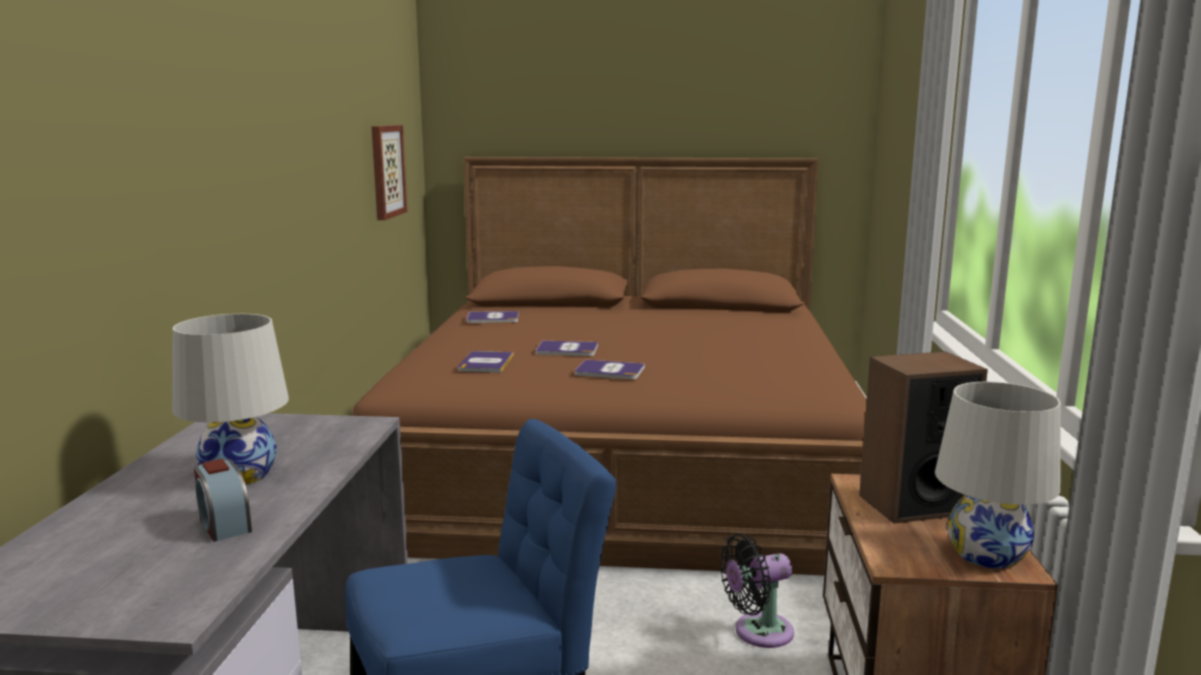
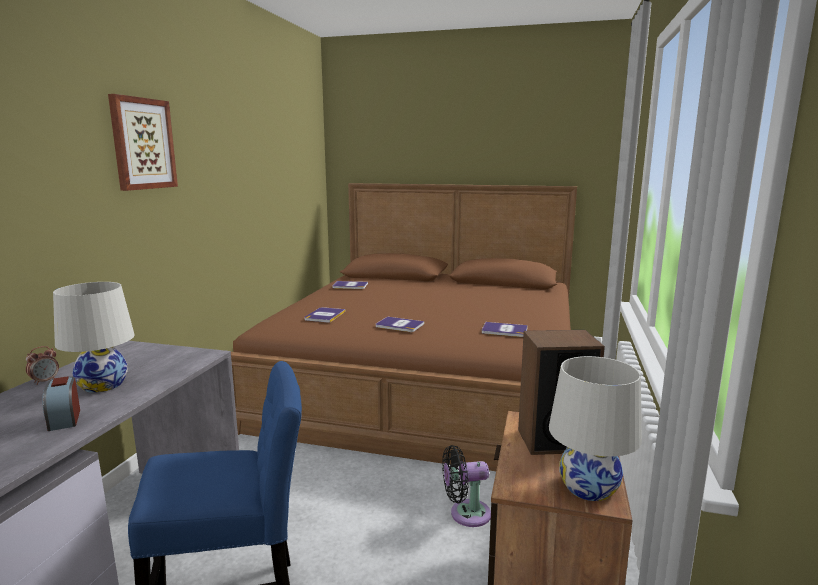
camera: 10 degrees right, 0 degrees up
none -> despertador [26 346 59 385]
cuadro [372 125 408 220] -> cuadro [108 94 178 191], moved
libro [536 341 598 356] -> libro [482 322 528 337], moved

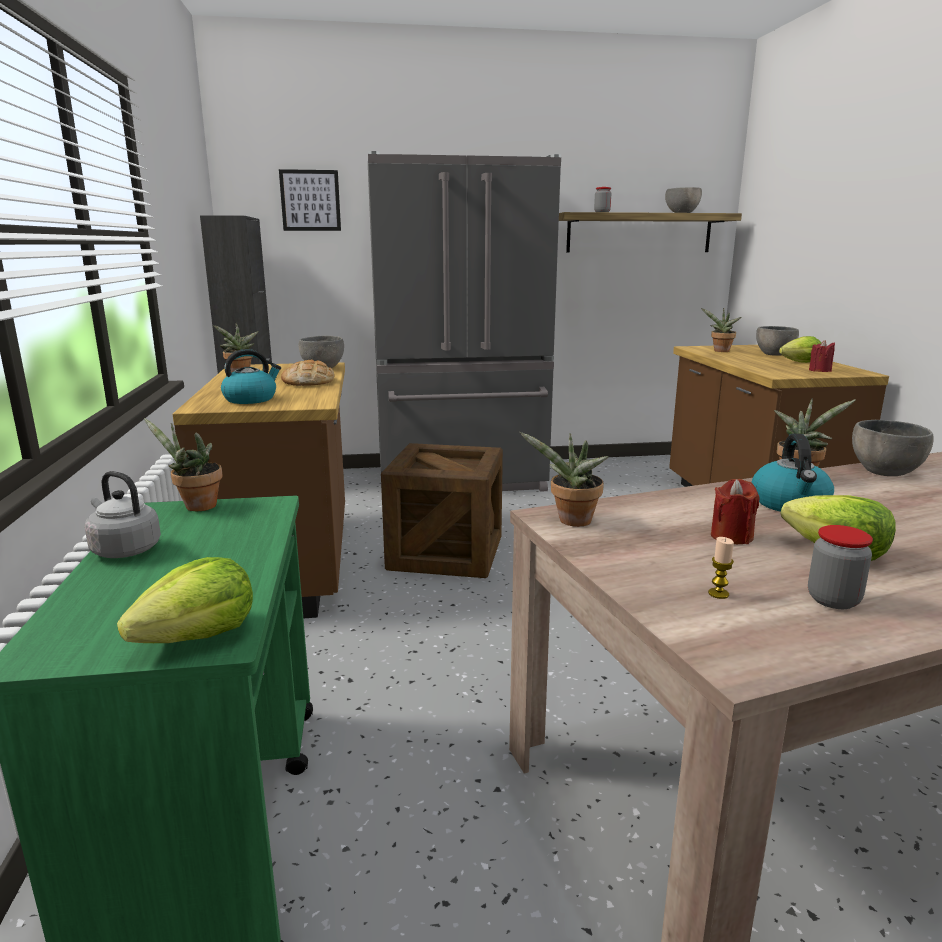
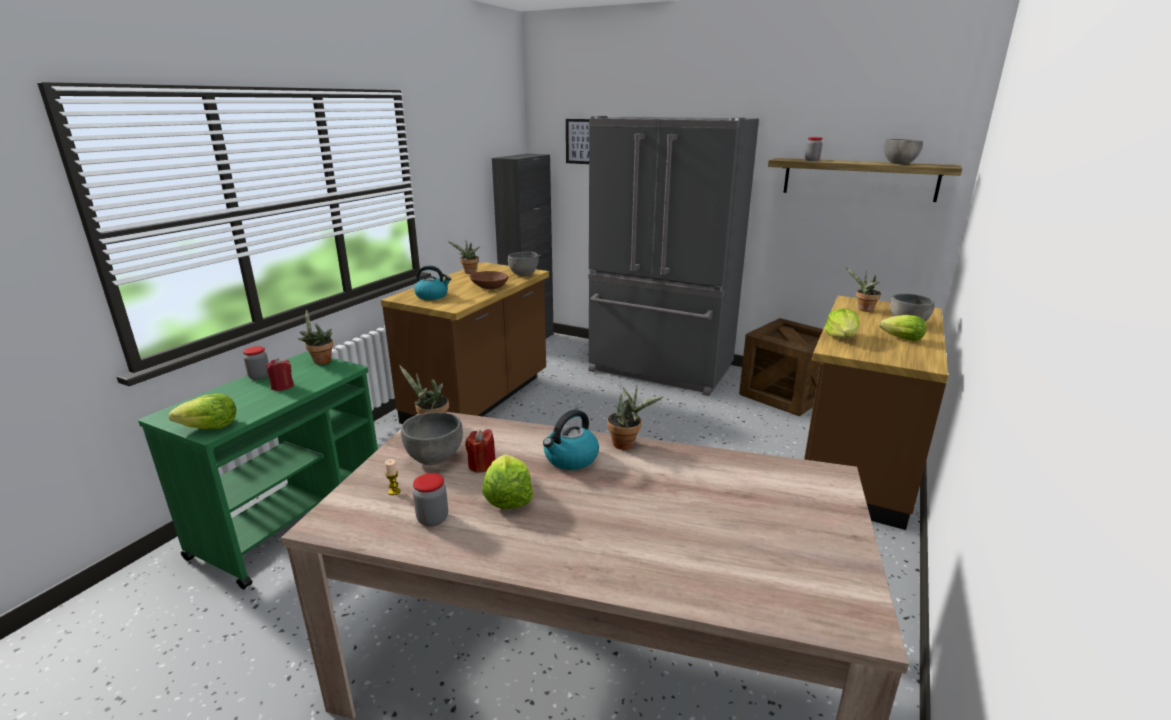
camera: 35 degrees right, 5 degrees up
hervidor/gris [84 471 161 558] -> tarro [243 346 269 380]
vela/rojo [809 340 835 372] -> vela/rojo [266 358 294 391], moved
cuenco/gris [852 420 934 476] -> cuenco/gris [401 412 463 465], moved
pan [281 360 334 386] -> cuenco/marrón [469 271 508 289]
caja de embalaje [381 443 503 578] -> caja de embalaje [739 318 823 416], moved
none -> lechuga [824 308 859 338]

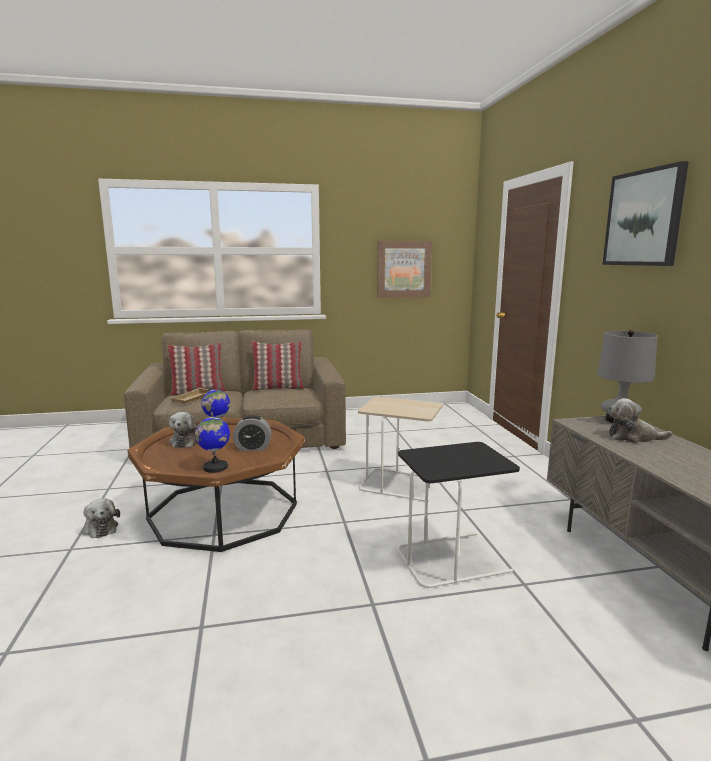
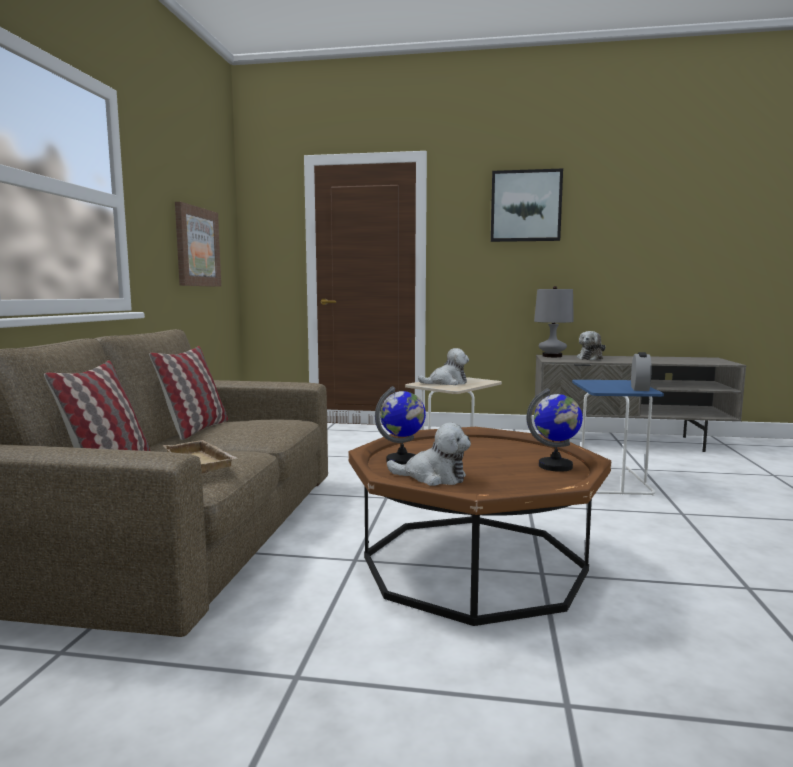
camera: 70 degrees left, 5 degrees down
peluche [82 498 120 538] -> peluche [418 348 469 385], moved
mesa auxiliar/negro [397 442 520 589] -> mesa auxiliar/azul [572 380 664 495]
despertador [233 415 272 451] -> despertador [631 352 652 391], moved

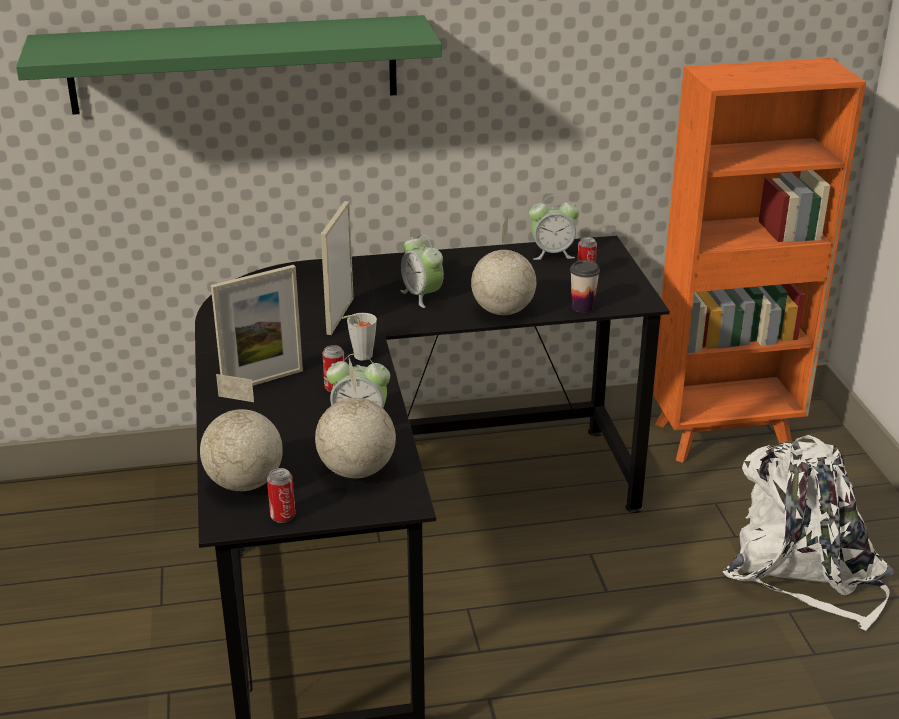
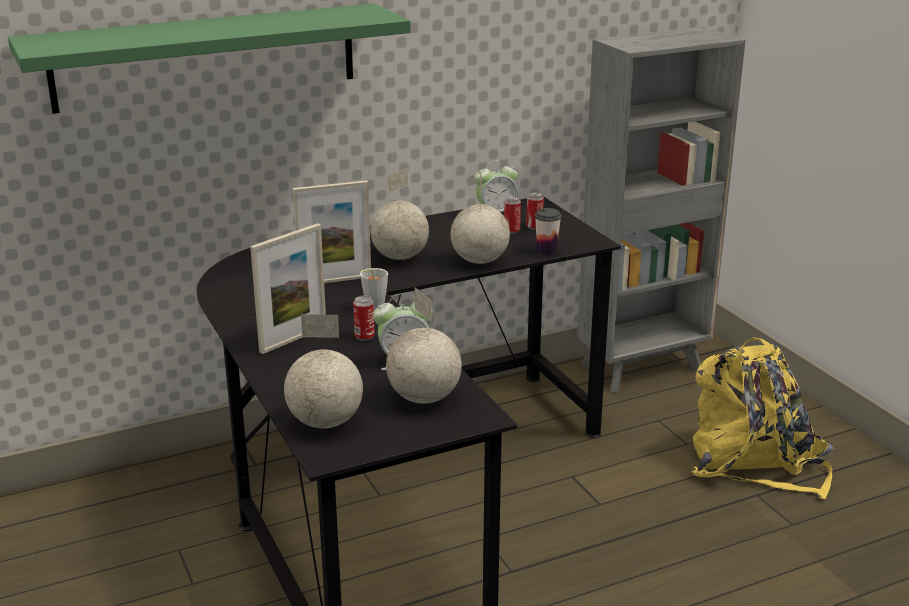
camera: 15 degrees left, 5 degrees down
portarretratos [321 201 354 335] -> portarretratos [293 180 371 283], 105 degrees counterclockwise
despertador [400 234 444 308] -> globo terráqueo [370 168 429 260]
lata [267 468 295 523] -> lata [504 196 521 234], moved
estantería/naranja [653 58 866 463] -> estantería/gris [577 27 746 393]
mochila/blanco [722 435 894 631] -> mochila/amarillo [691 337 833 499]

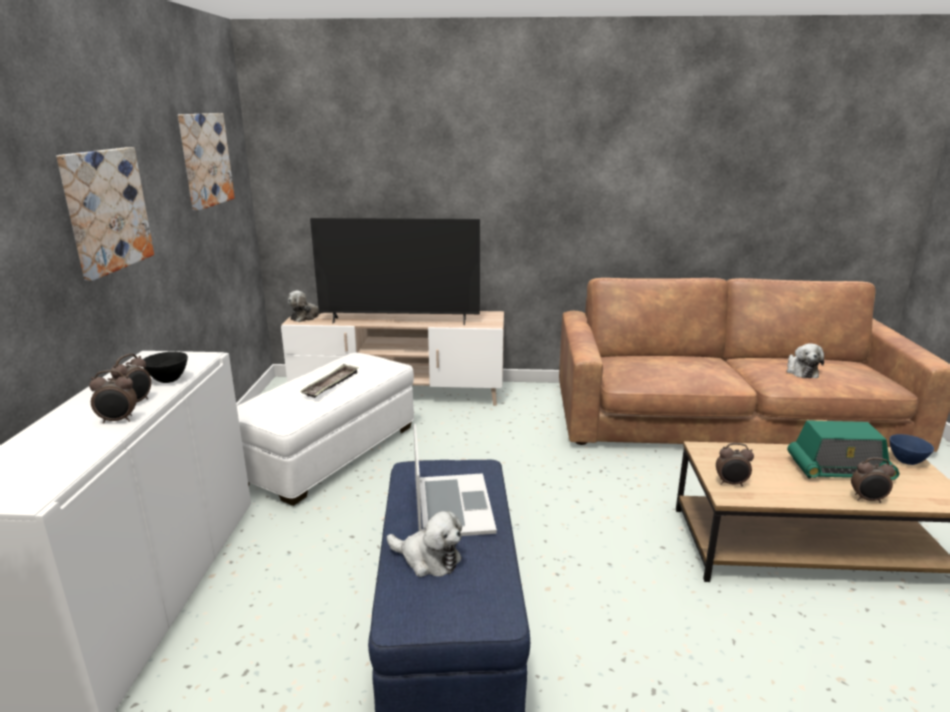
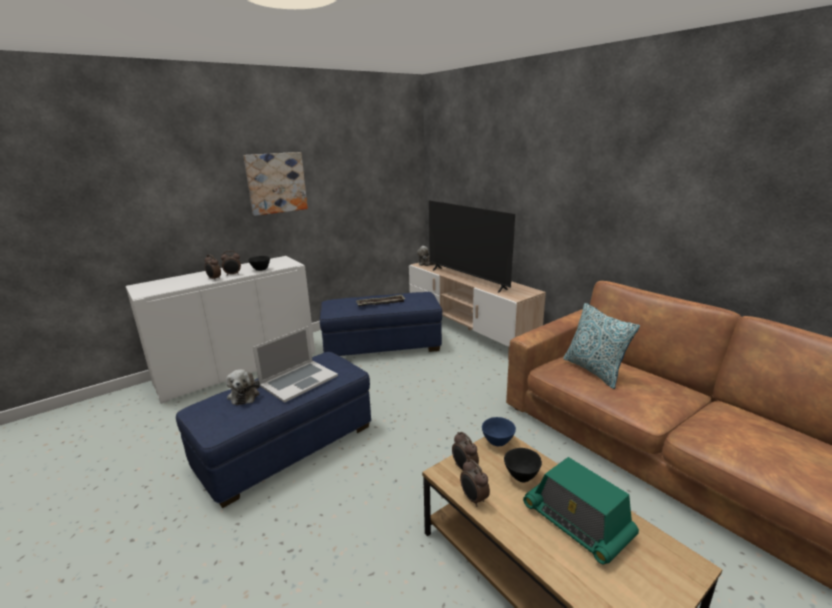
camera: 50 degrees right, 0 degrees up
puf/blanco [237 353 414 506] -> puf/azul [320 292 442 356]
despertador [851 458 895 503] -> despertador [460 459 490 507], moved
cuenco/azul [890 434 934 465] -> cuenco/azul [482 417 516 446], moved
none -> cuenco/negro [504 448 542 483]
none -> cojín [563 303 640 389]
cuadro [178 113 235 211] -> none
peluche [786 343 824 378] -> none

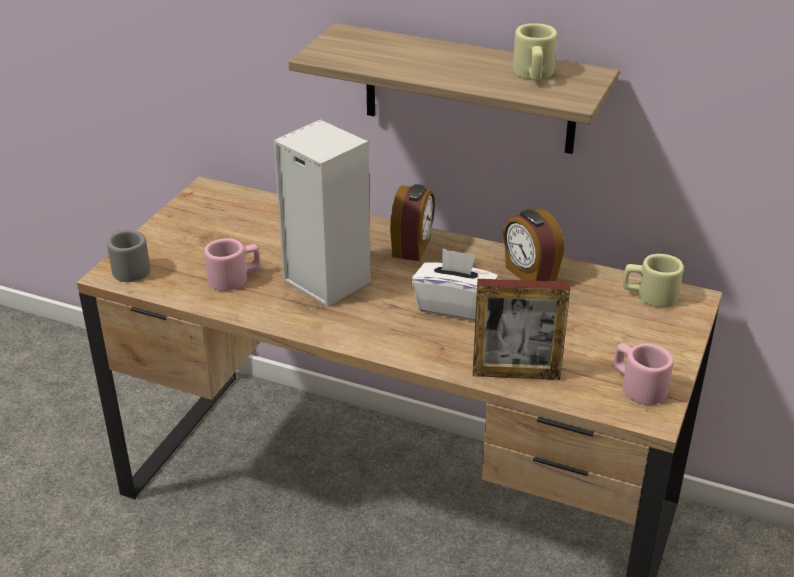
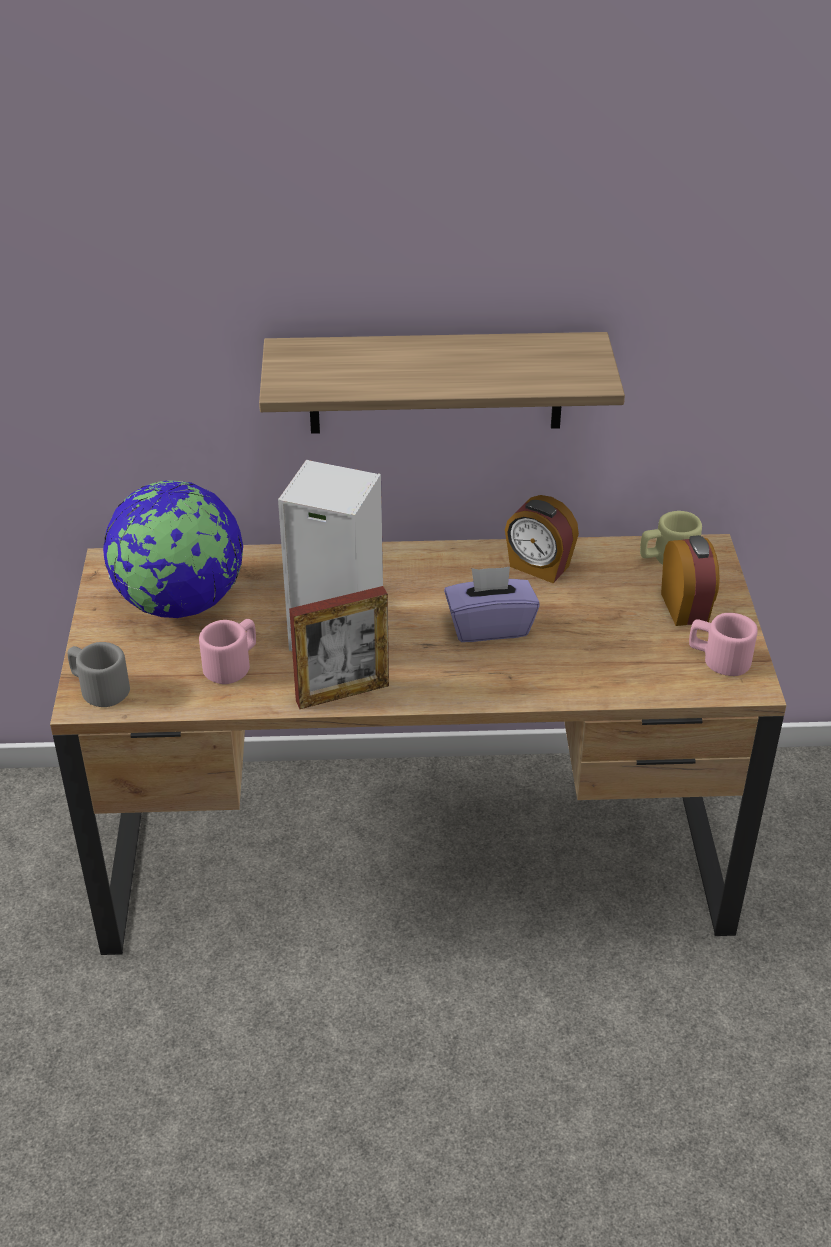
camera: 25 degrees left, 5 degrees up
none -> globo terráqueo [103 480 243 618]
portarretratos [473 279 570 380] -> portarretratos [289 586 389 709], moved
caja de pañuelos/blanco [411 249 498 321] -> caja de pañuelos/morado [444 567 540 642]
despertador [390 184 435 261] -> despertador [661 535 720 626], moved
taza grande/beis [513 23 557 81] -> none

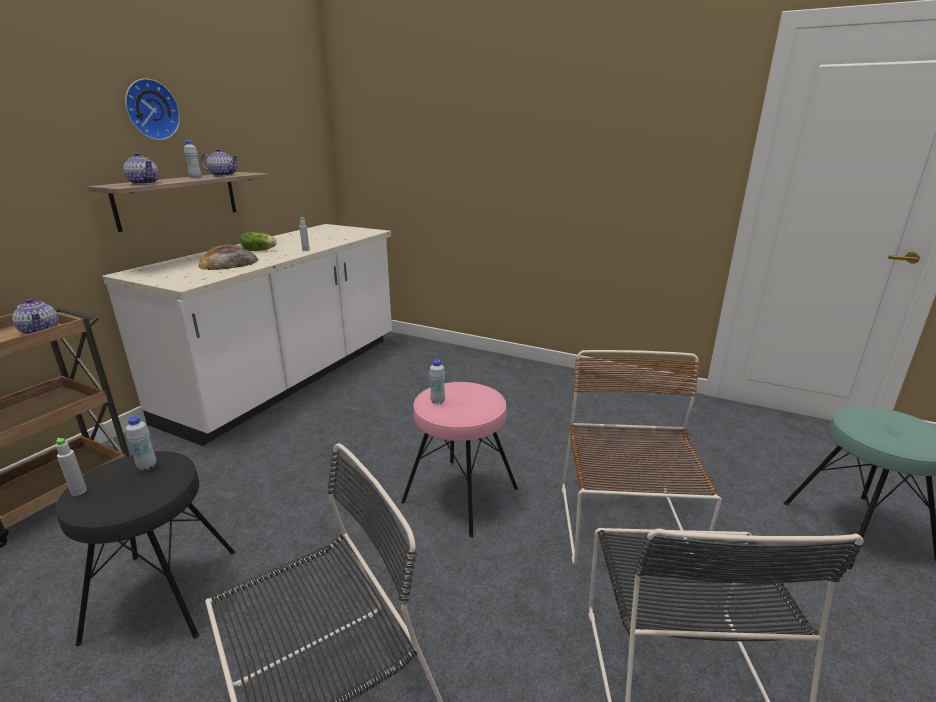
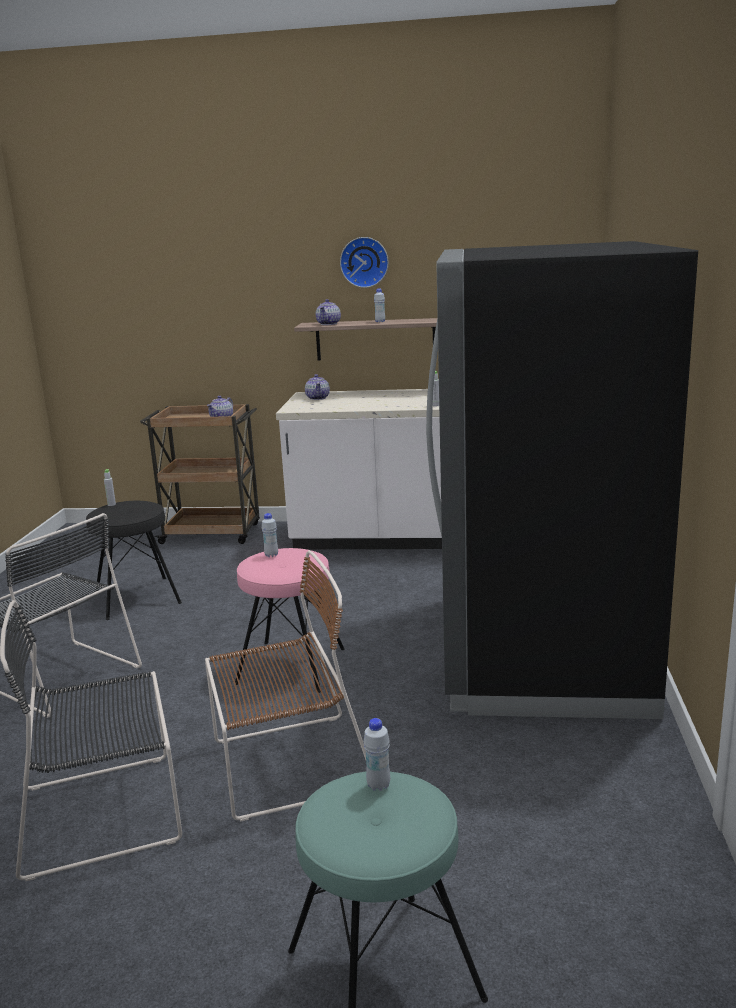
camera: 70 degrees right, 5 degrees down
tetera [201 149 239 176] -> tetera [305 374 330 400], moved
botella/blanco [126 416 157 470] -> botella/blanco [364 718 390 791], moved
none -> nevera/negro [426 241 698 719]
pan [198 245 258 270] -> none
lechuga [241 232 276 251] -> none

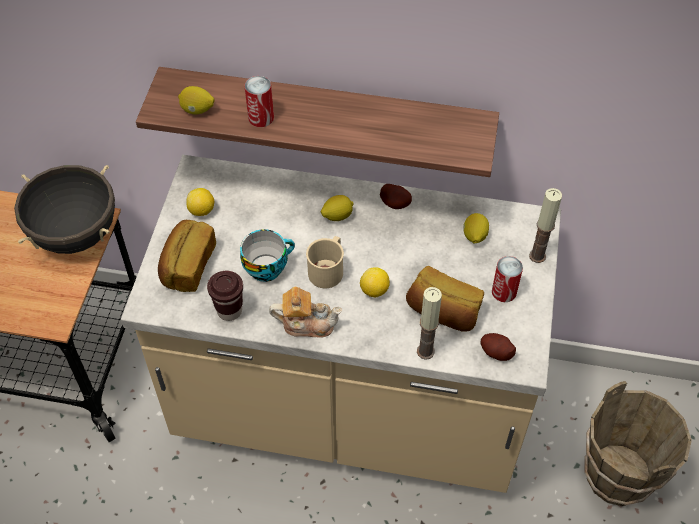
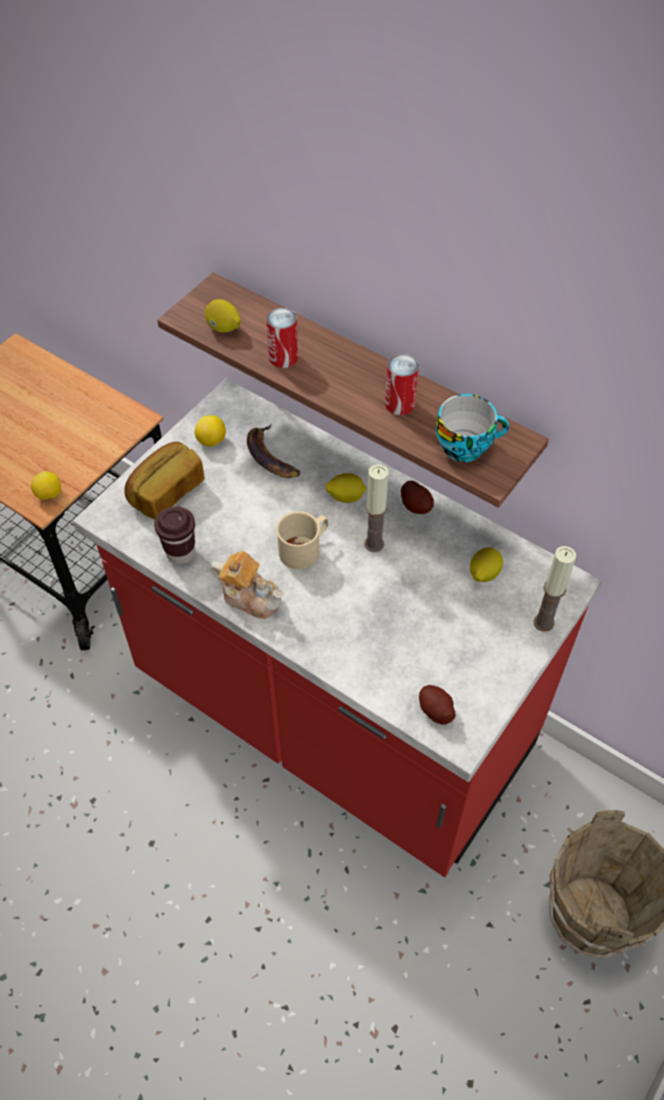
camera: 25 degrees right, 0 degrees up
limón [360 267 390 298] -> limón [31 471 61 500], moved
mueble bajo de cocina/beis [121 155 561 493] -> mueble bajo de cocina/rojo [73 378 602 877]
none -> plátano [247 425 301 478]
vela [417 287 442 360] -> vela [365 464 388 552], moved
lata [492 256 523 302] -> lata [385 354 419 415], moved
taza [240 229 295 282] -> taza [436 394 509 462], moved
olla/negro [14 165 115 254] -> none
pan [406 266 484 331] -> none

